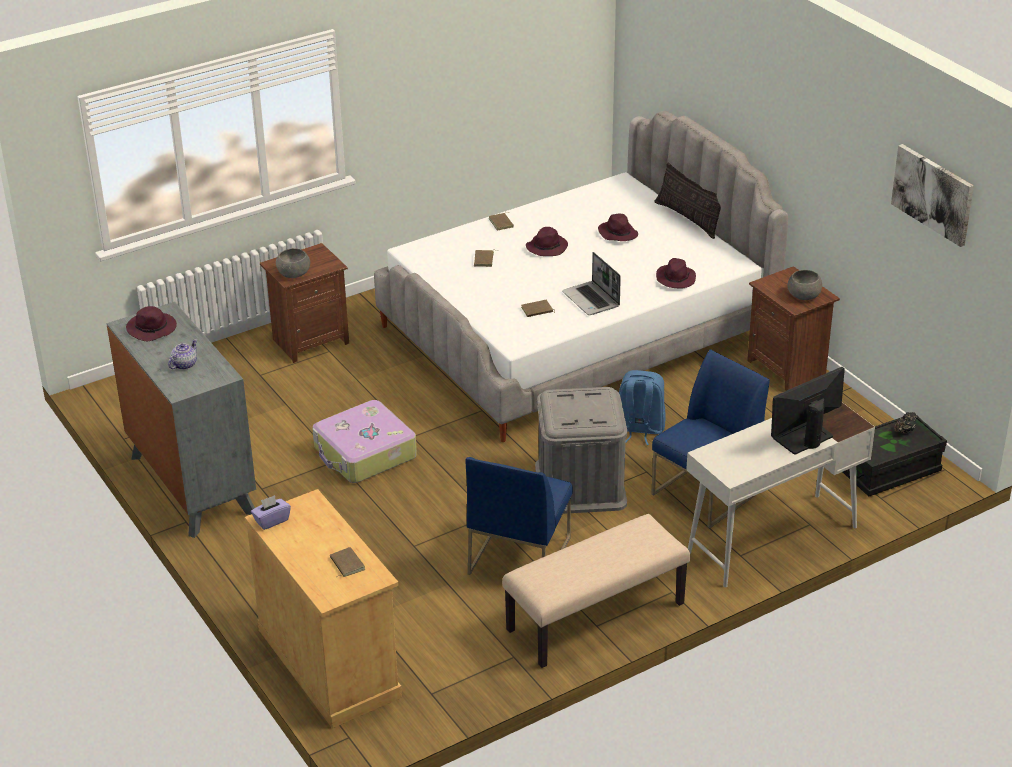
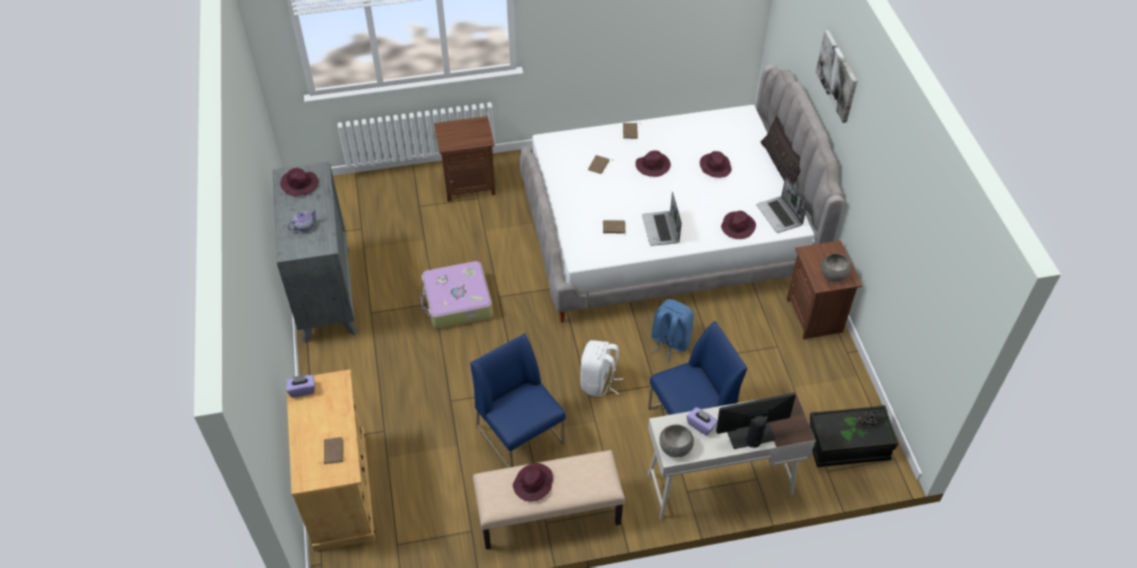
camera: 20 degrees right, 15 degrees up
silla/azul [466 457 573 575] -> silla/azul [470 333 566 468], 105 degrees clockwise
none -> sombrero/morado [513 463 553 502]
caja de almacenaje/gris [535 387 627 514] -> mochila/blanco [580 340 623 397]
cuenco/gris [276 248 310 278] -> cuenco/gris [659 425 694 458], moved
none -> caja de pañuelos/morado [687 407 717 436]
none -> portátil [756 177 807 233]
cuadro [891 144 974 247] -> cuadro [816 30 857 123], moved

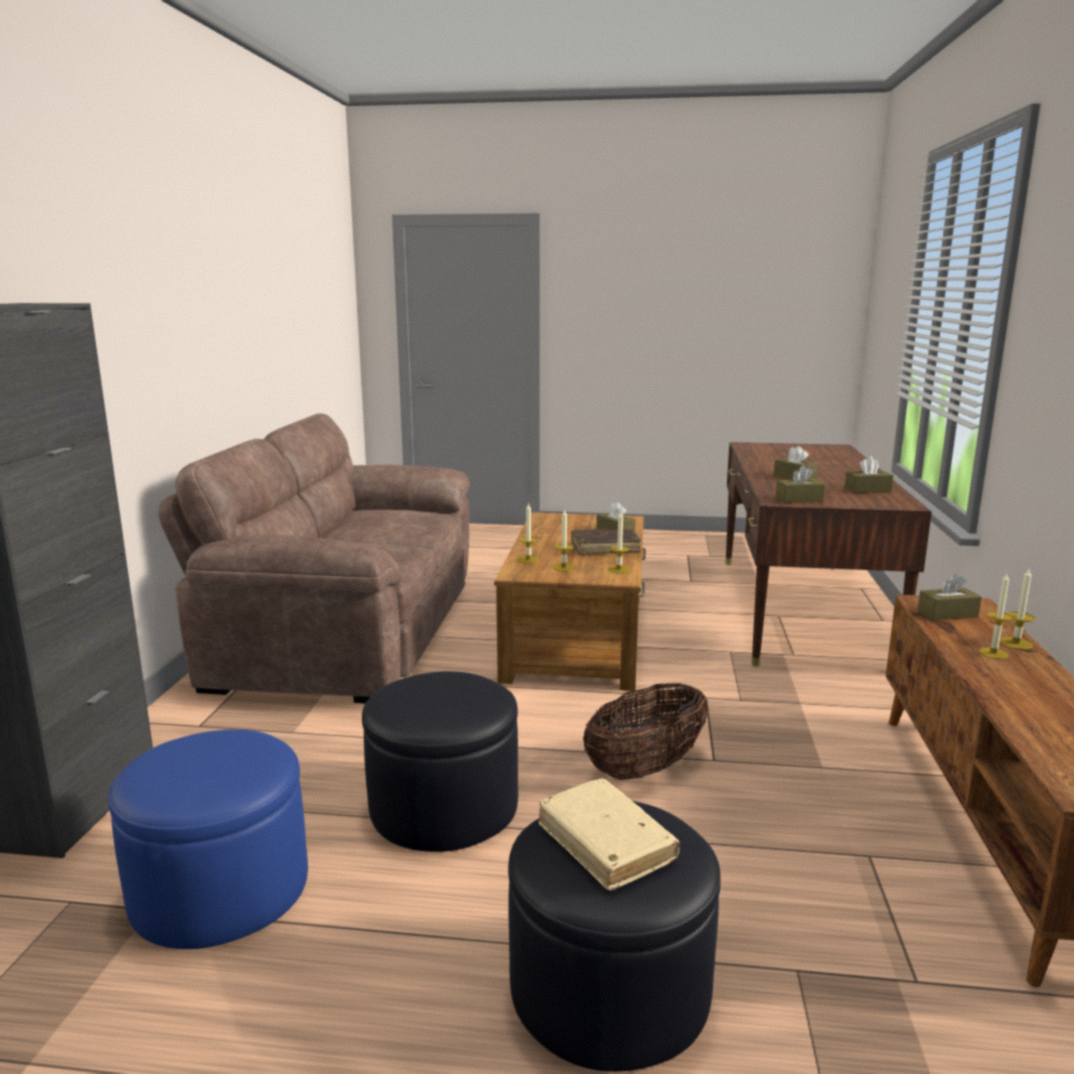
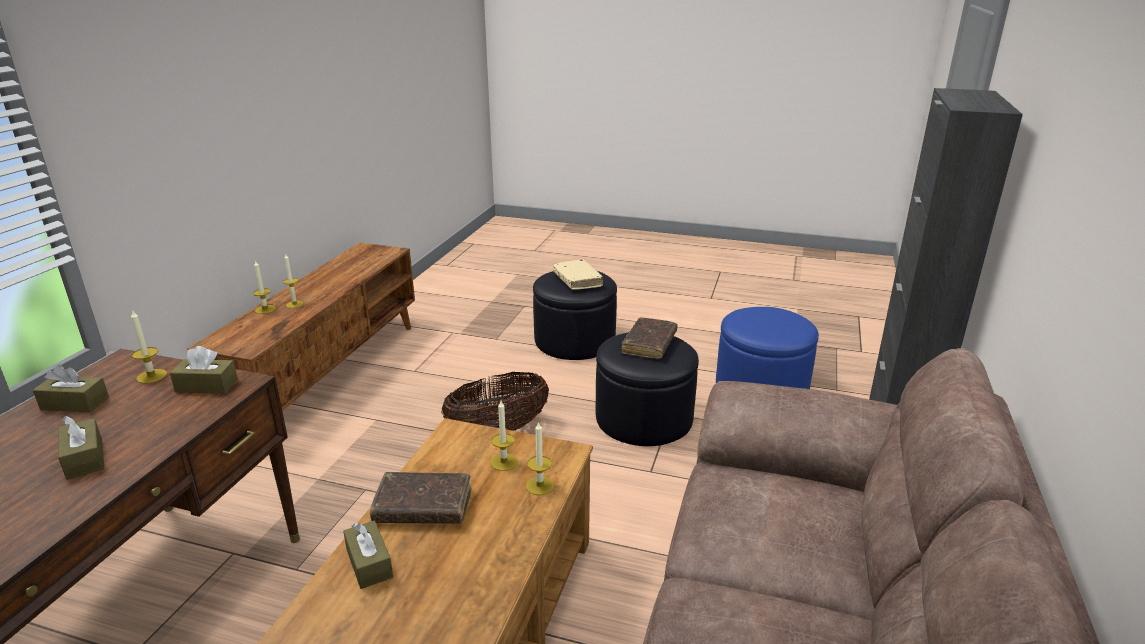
camera: 170 degrees left, 10 degrees up
vela [608 512 631 574] -> vela [131 311 167 384], moved
none -> libro/marrón [622 317 678 359]
caja de pañuelos/marrón [917 574 982 620] -> none

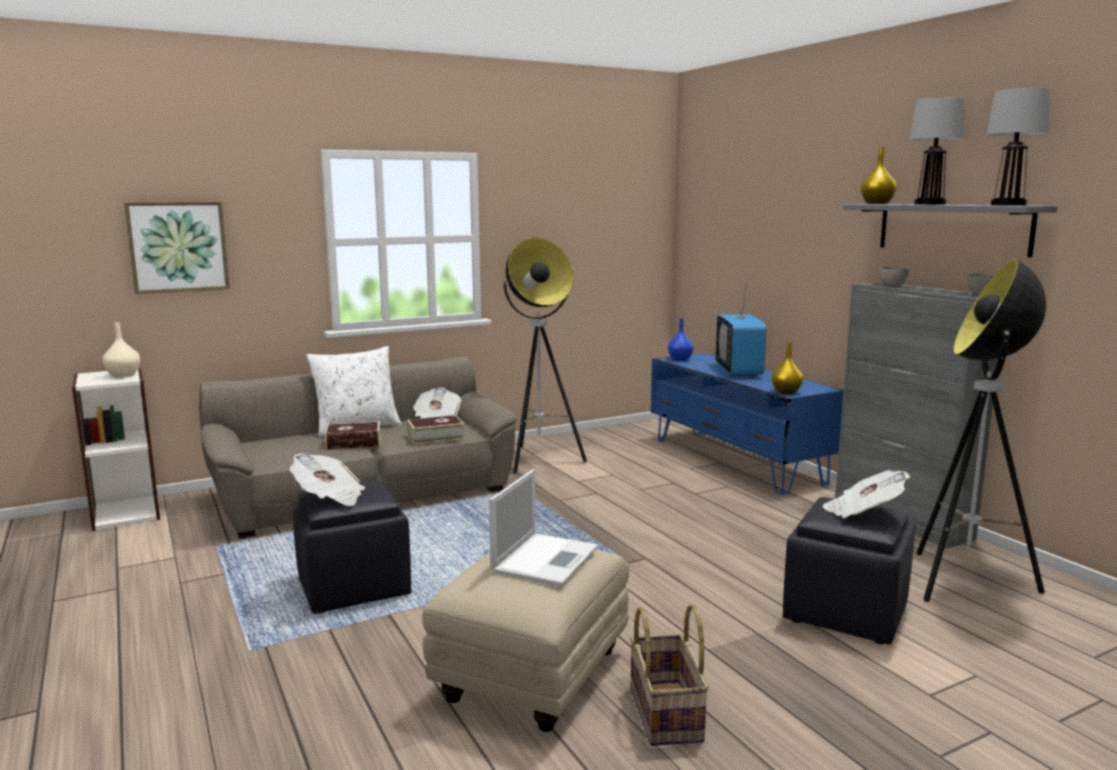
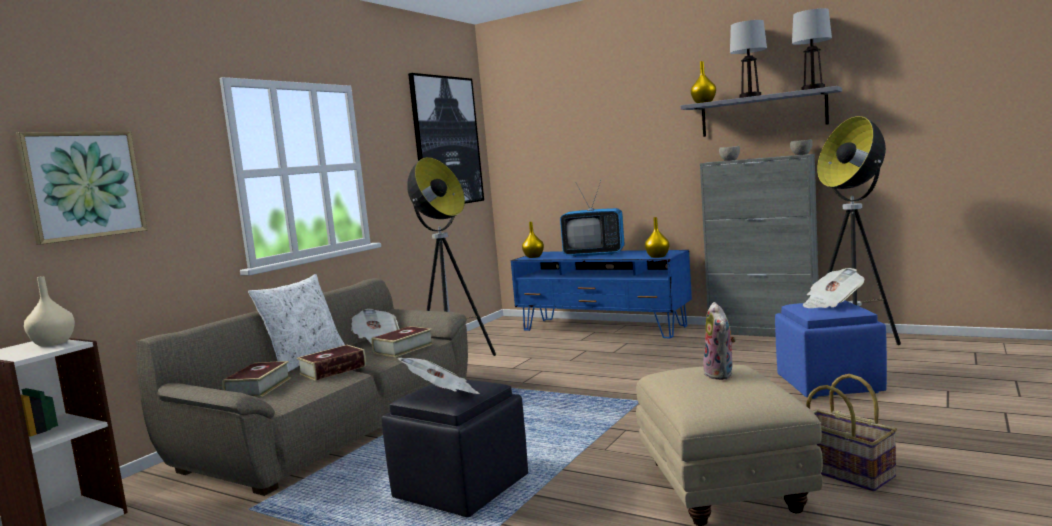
camera: 30 degrees left, 5 degrees down
none -> libro [222 361 291 397]
none -> cuadro [408 73 484 204]
florero/azul [668 318 694 361] -> florero/amarillo [522 222 544 258]
televisor [715 280 767 376] -> televisor [560 181 624 257], 45 degrees counterclockwise
portátil [489 469 598 587] -> peluche [703 302 736 380]
puf/negro [783 497 916 645] -> puf/azul [775 300 887 399]

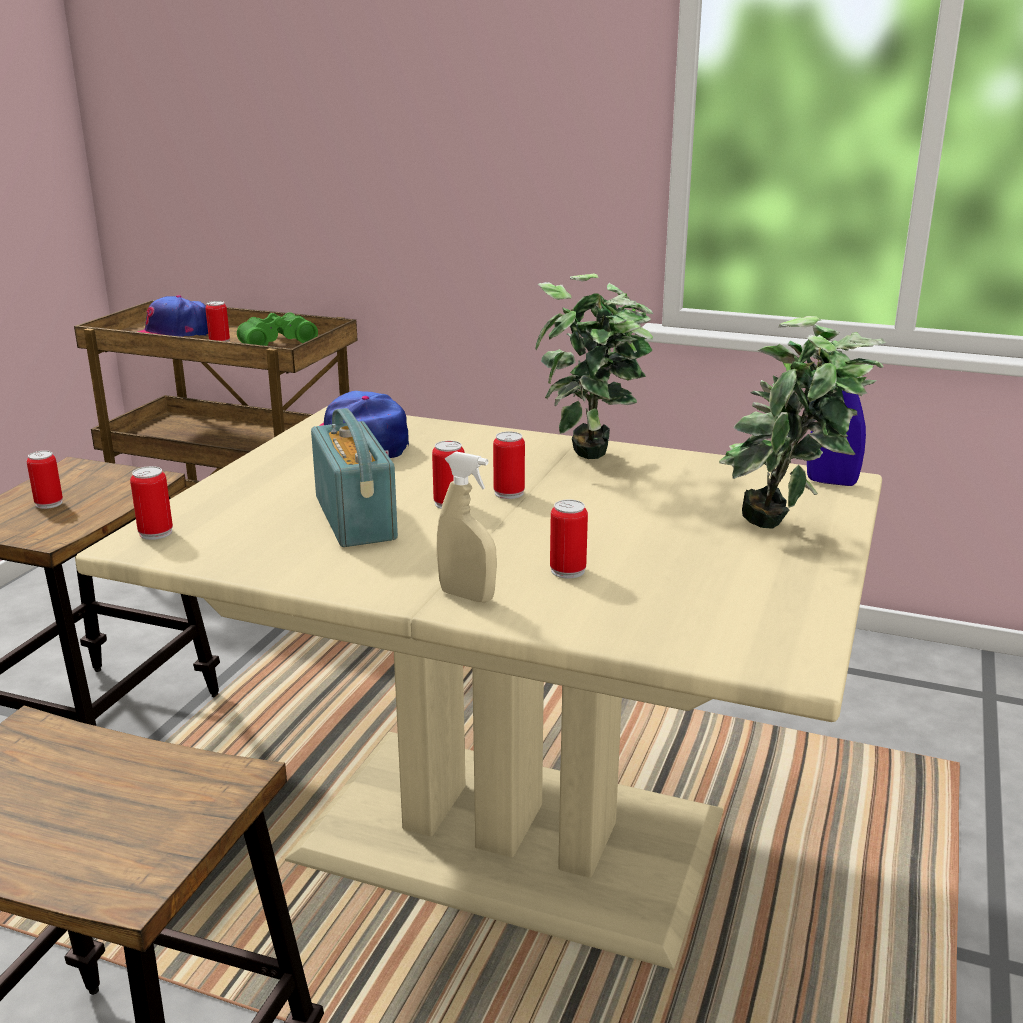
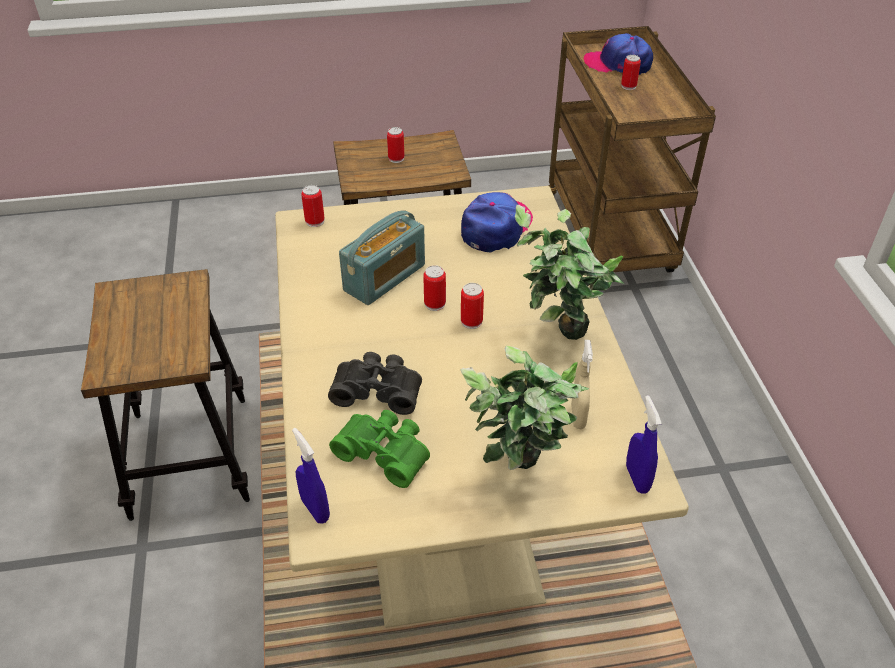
camera: 60 degrees right, 20 degrees up
none -> pulverizador/azul [292 428 330 523]
lata [550 500 588 578] -> prismáticos/negro [328 352 422 415]
prismáticos/verde [237 312 318 346] -> prismáticos/verde [329 410 430 488], moved
pulverizador/beis [436 451 497 602] -> pulverizador/beis [571 340 593 429], moved

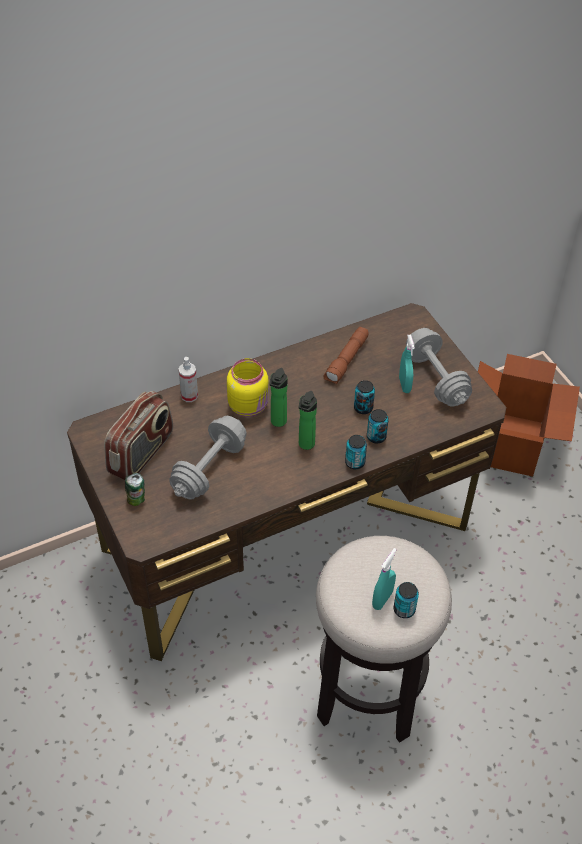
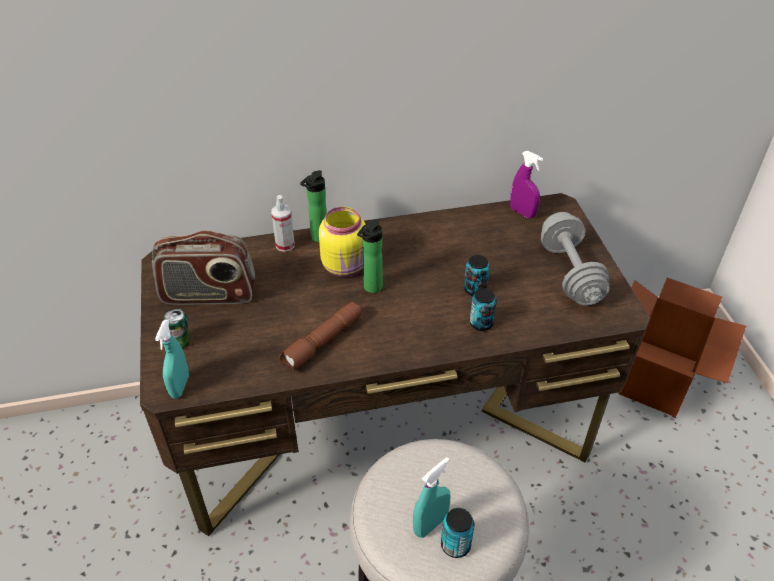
camera: 15 degrees right, 5 degrees down
radio [104 391 173 480] -> radio [152 230 255 305], 45 degrees clockwise
pulverizador/turquesa [399 335 415 393] -> pulverizador/turquesa [155 320 189 399], moved
linterna/marrón [323 327 368 384] -> linterna/marrón [279 302 361 371], moved
botella [298 391 317 450] -> botella [300 170 327 242], moved
none -> pulverizador/morado [510 151 543 218]
mancuerna/gris [169 416 247 500] -> none
lata [345 435 367 469] -> none

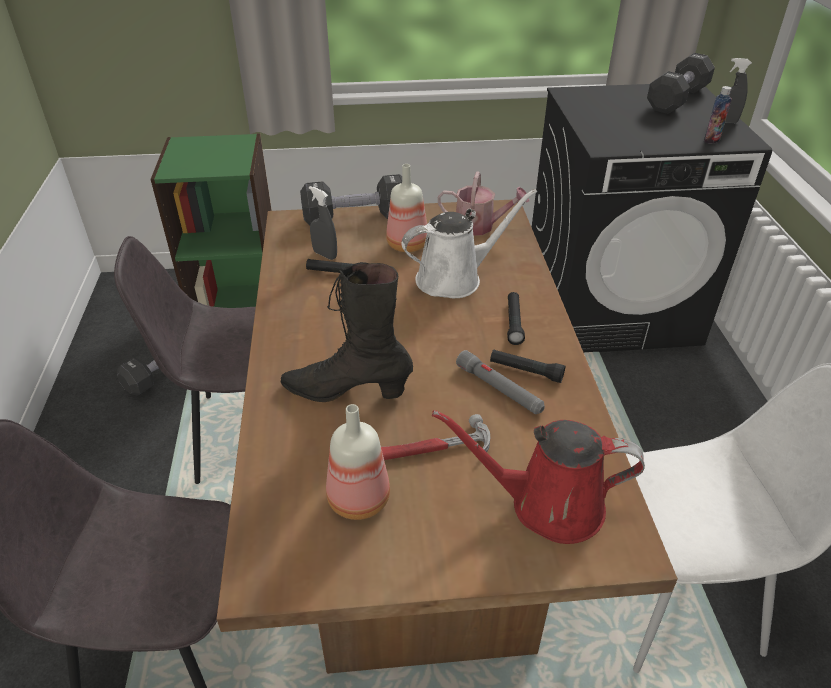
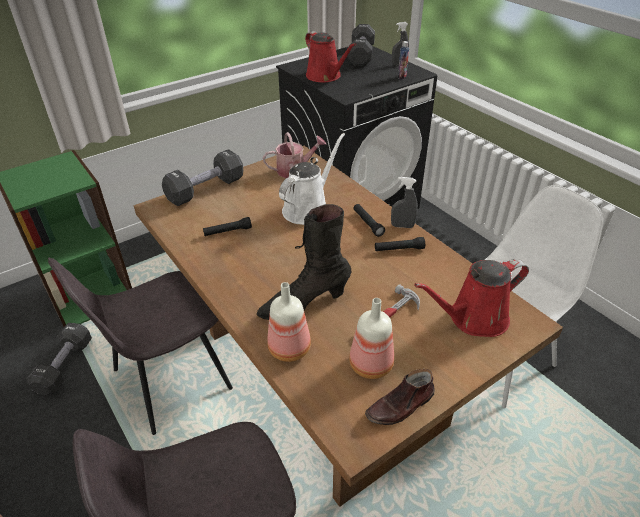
camera: 30 degrees left, 0 degrees up
botella [386 164 427 252] -> botella [267 282 311 362], moved
none -> regadera/rojo [305 31 356 82]
none -> zapato/marrón [365 369 435 425]
pulverizador/gris [309 186 337 260] -> pulverizador/gris [391 177 418 228], moved
linterna/gris [456 350 545 414] -> none

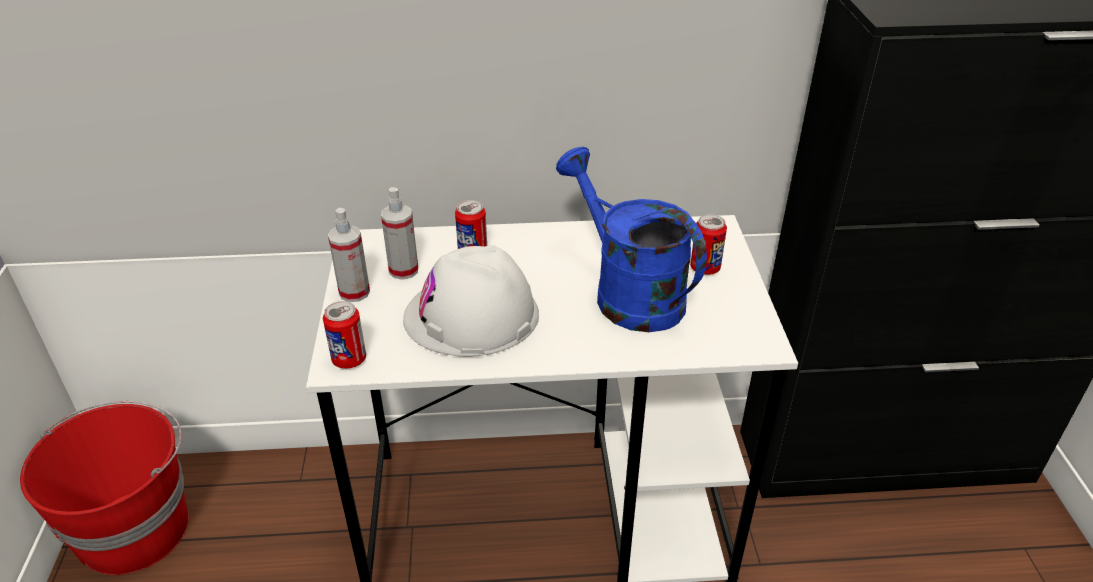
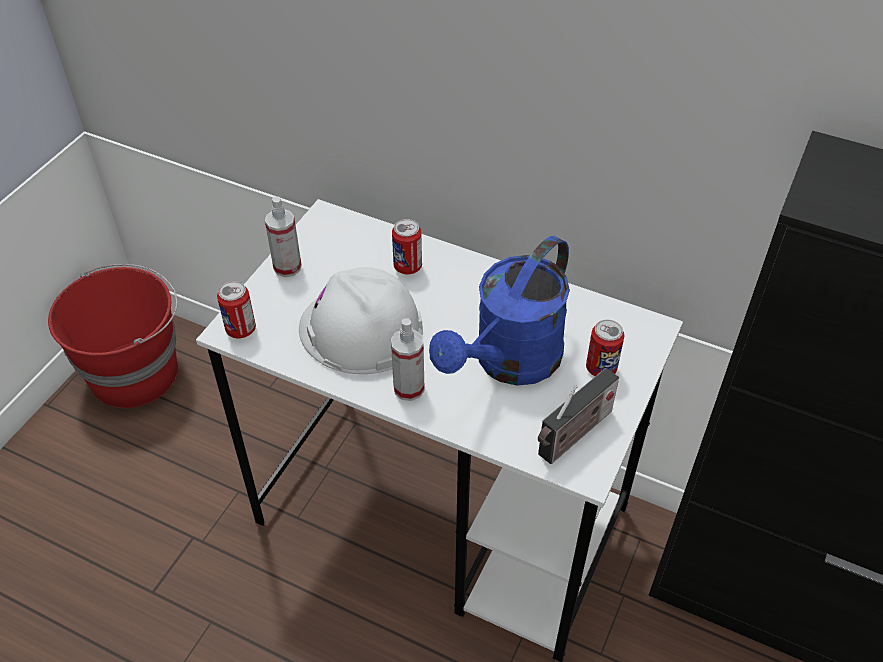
camera: 30 degrees right, 10 degrees up
pulverizador [381 187 418 280] -> pulverizador [391 318 425 401], moved
regadera/azul [556 147 707 332] -> regadera/azul [429 236 570 386], 135 degrees counterclockwise
none -> radio [538 368 619 464]

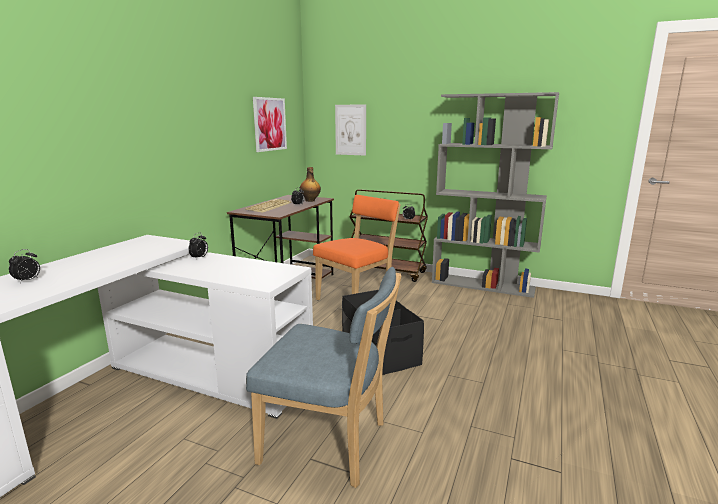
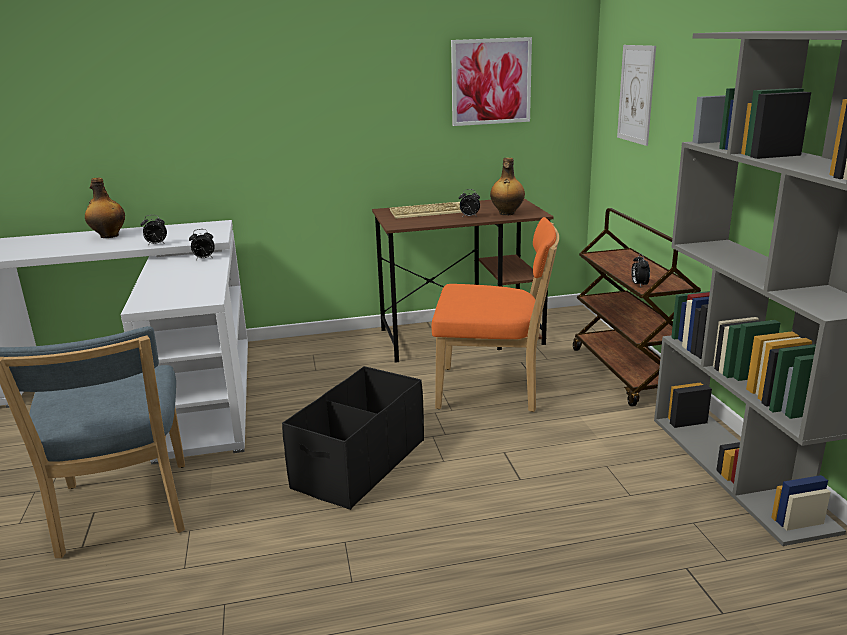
camera: 55 degrees right, 5 degrees up
none -> botella [85 178 125 238]
despertador [9 249 40 284] -> despertador [140 215 167 245], moved

